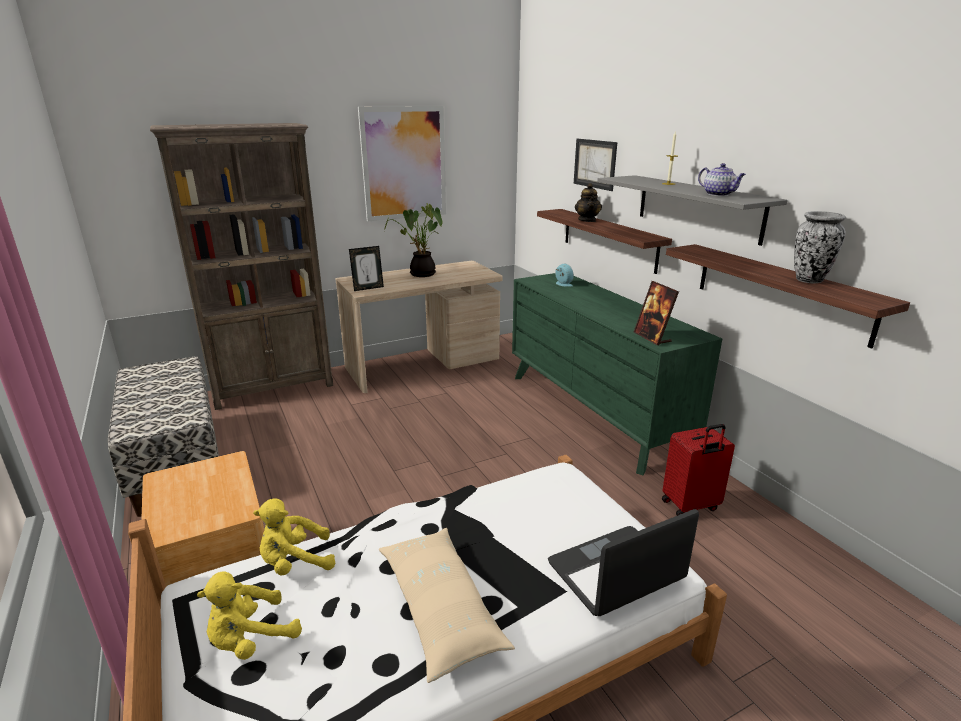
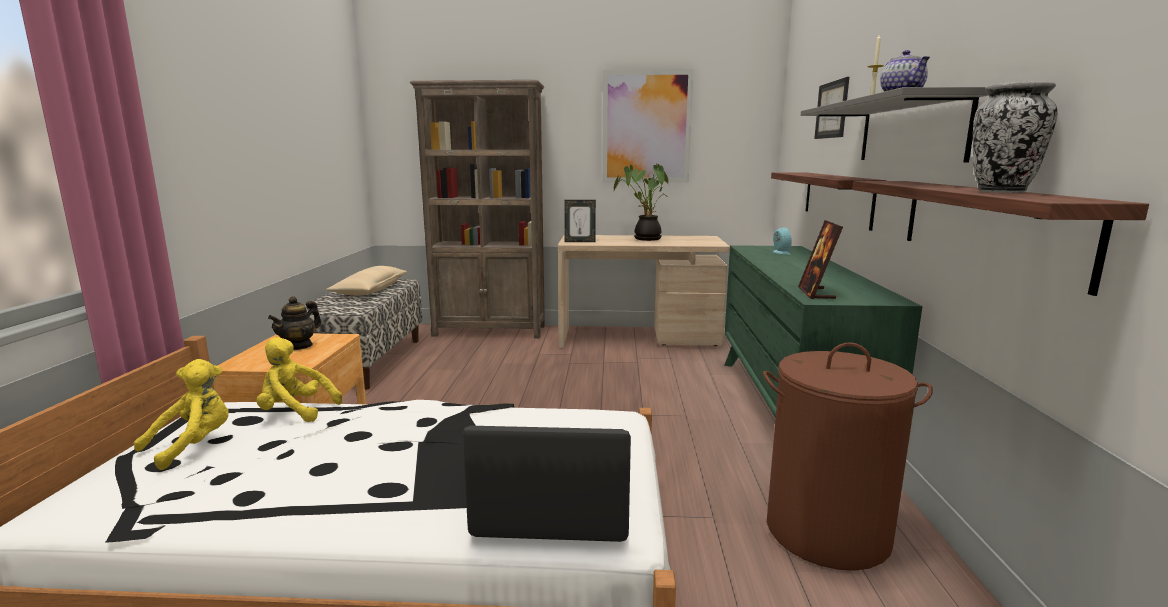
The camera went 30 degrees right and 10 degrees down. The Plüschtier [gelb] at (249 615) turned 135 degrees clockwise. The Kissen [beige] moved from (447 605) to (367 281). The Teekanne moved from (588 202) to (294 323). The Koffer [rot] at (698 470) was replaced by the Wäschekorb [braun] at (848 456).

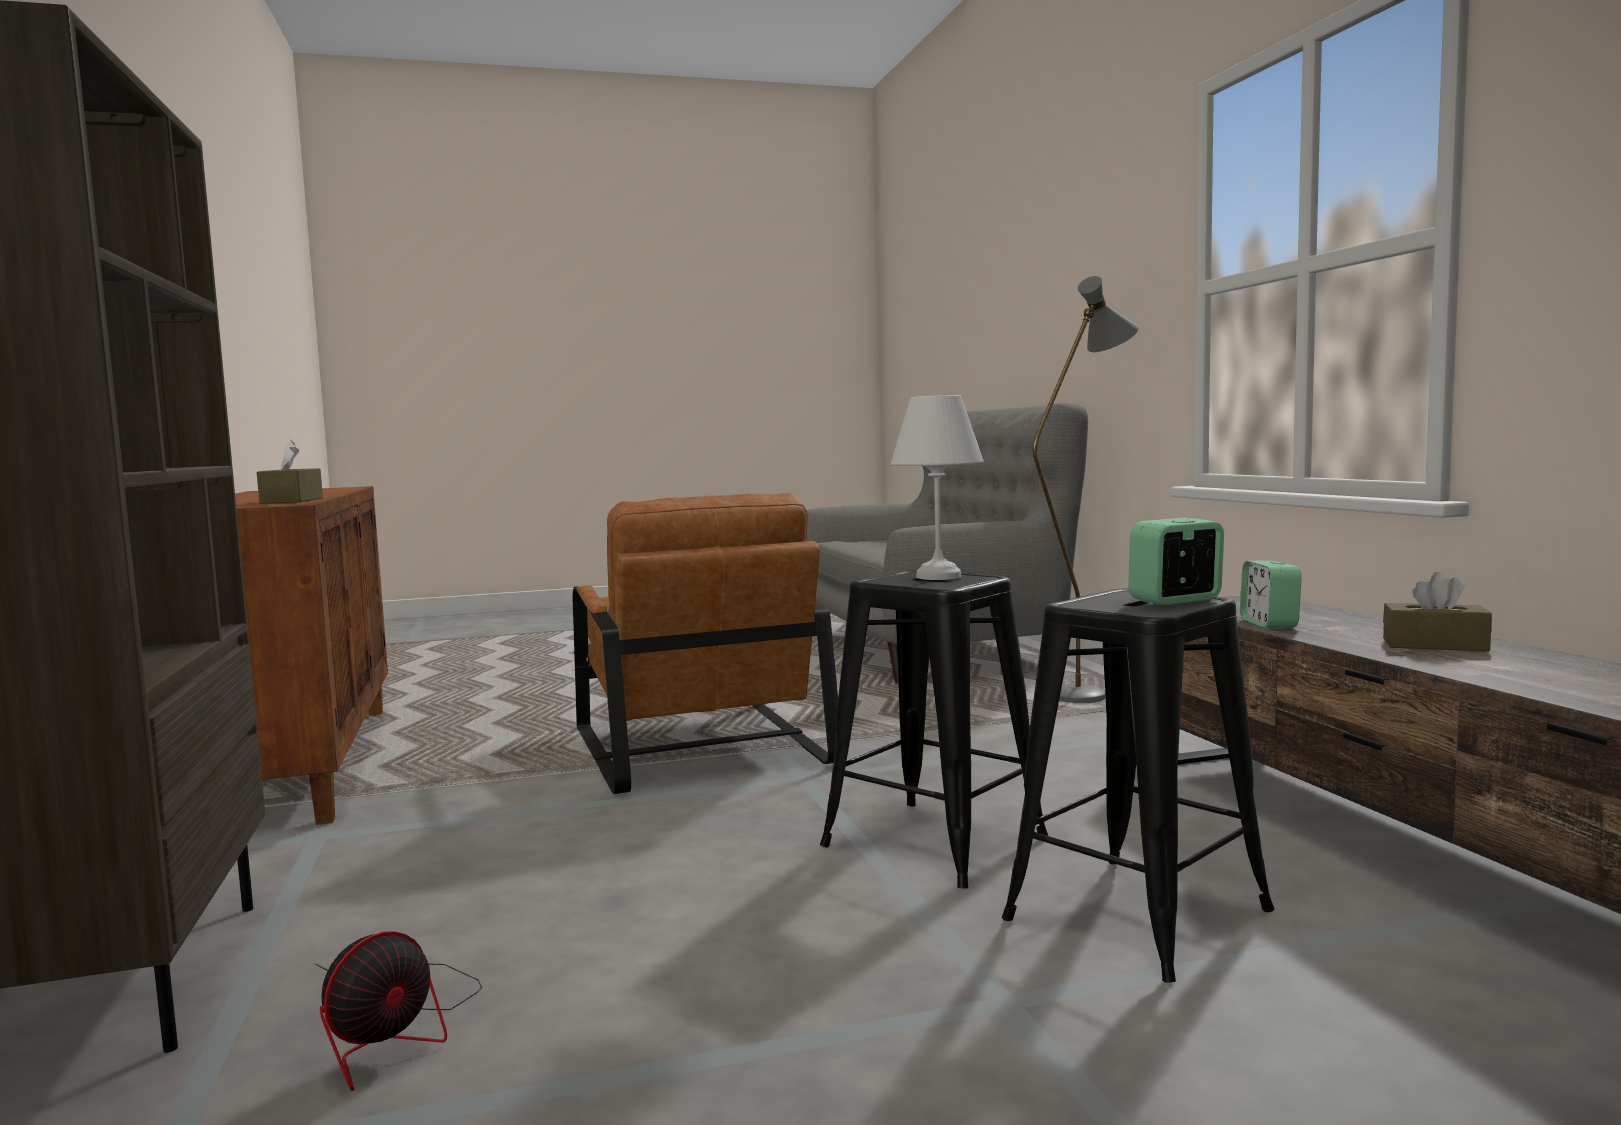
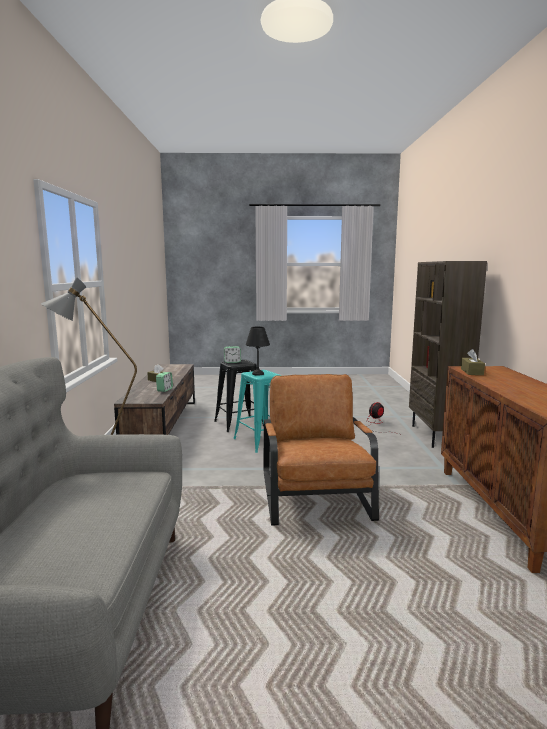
The camera went 165 degrees left and 5 degrees up. The Hocker [schwarz] at (934 729) became the Hocker [türkis] at (257 411). The Tischlampe [weiß] at (937 487) became the Tischlampe [schwarz] at (258 351).

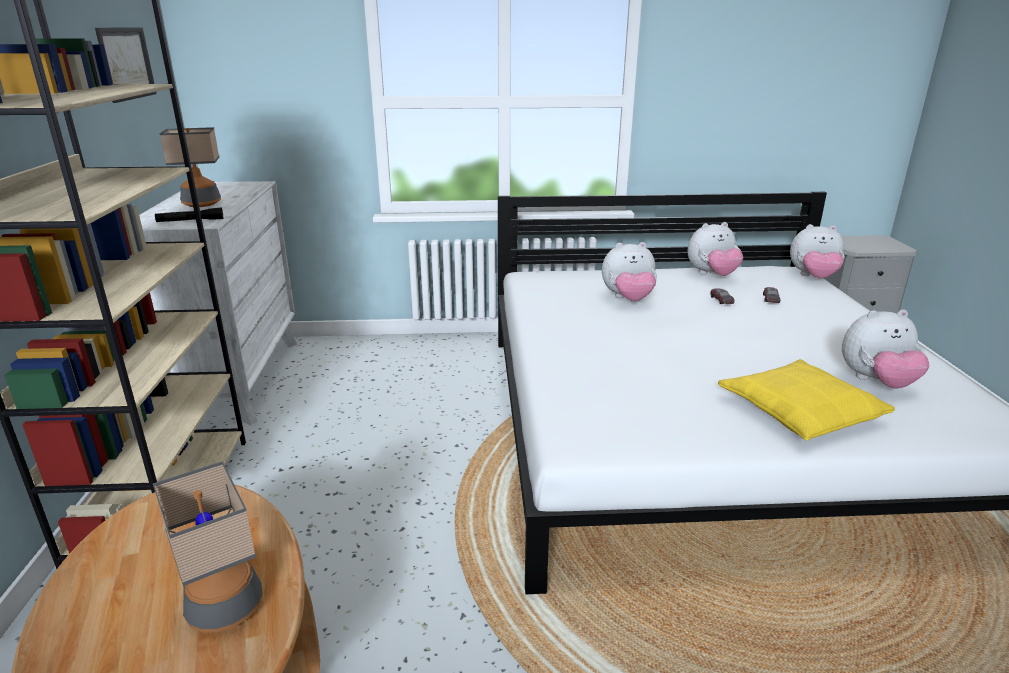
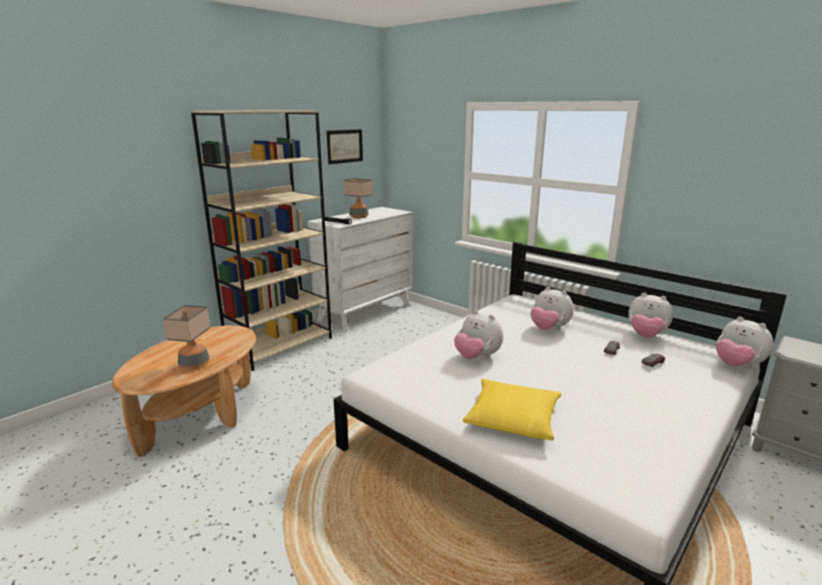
The camera went 45 degrees right and 5 degrees down. The Plüschtier moved from (885 349) to (478 334).

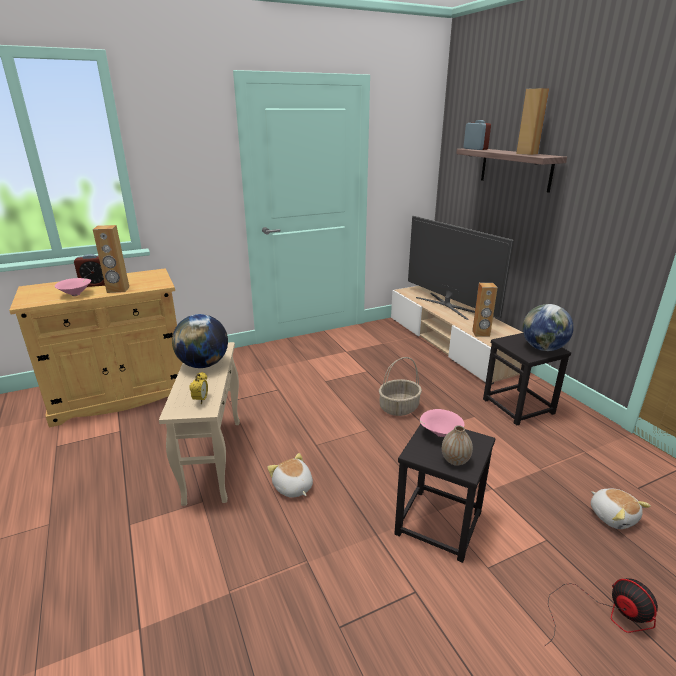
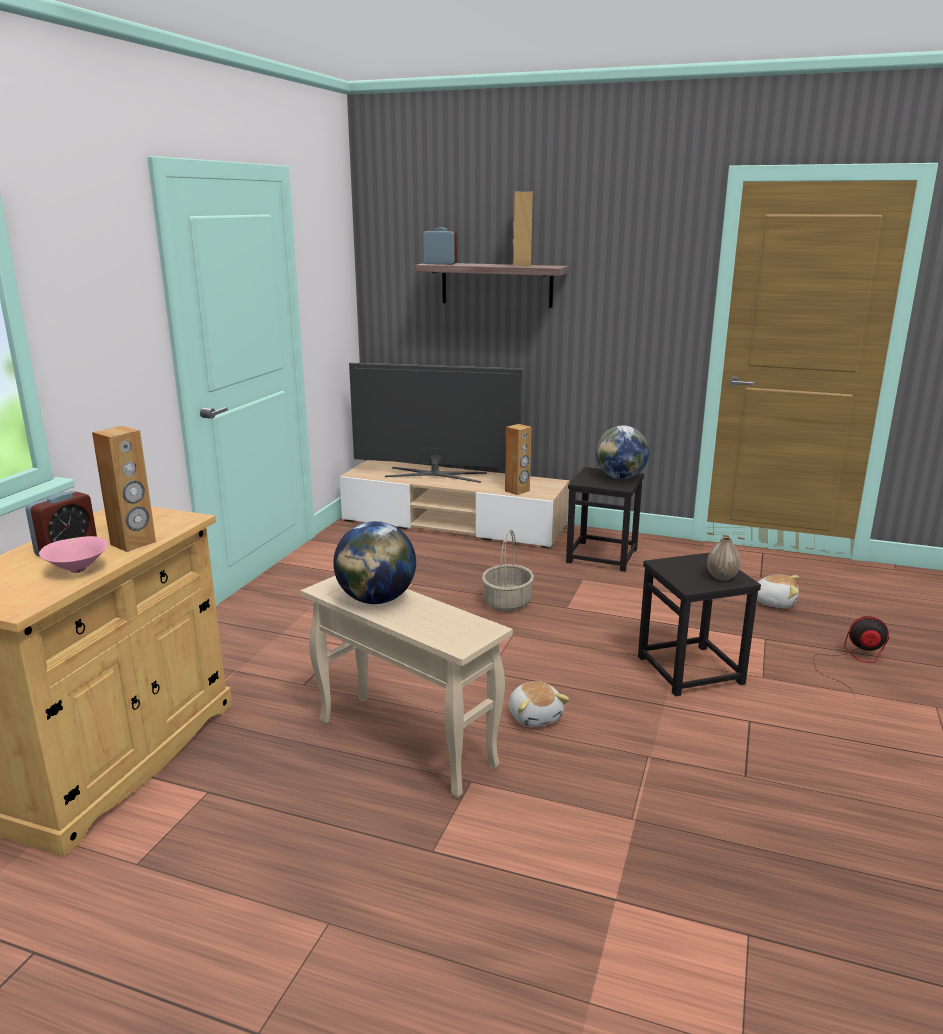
The camera went 45 degrees left and 5 degrees down. The Wecker at (198 388) disappeared. The Plüschtier at (290 475) turned 120 degrees counterclockwise. The Schüssel [rosa] at (442 423) disappeared.

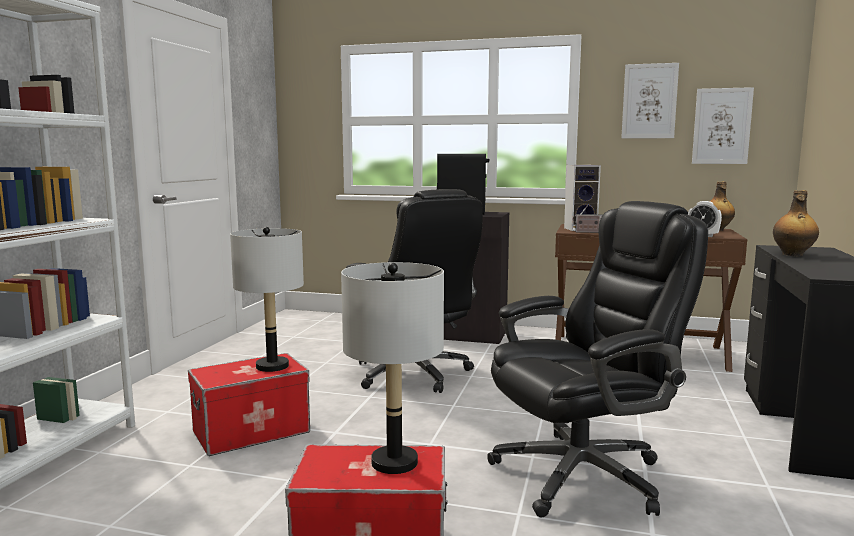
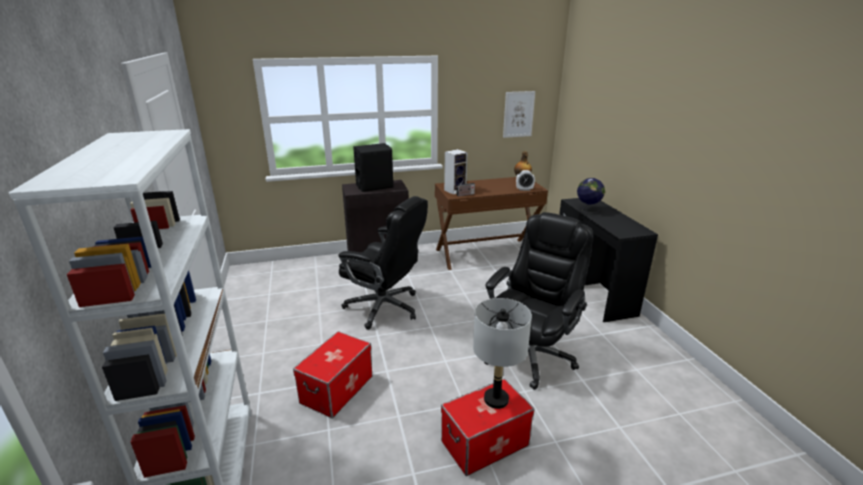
The camera went 30 degrees left and 15 degrees up. The Tischlampe [grau] at (267 299) disappeared. The Bild at (650 101) disappeared. The Flasche at (796 223) was replaced by the Globus at (591 195).

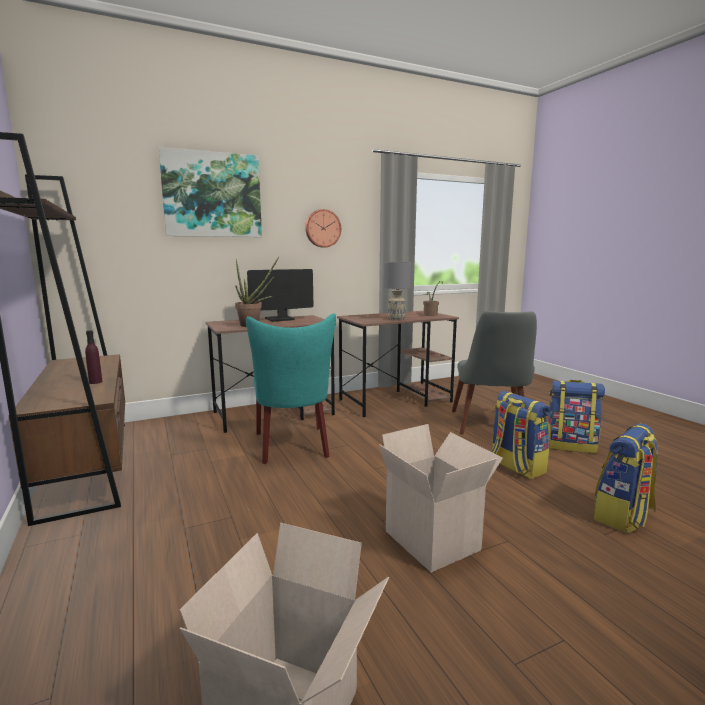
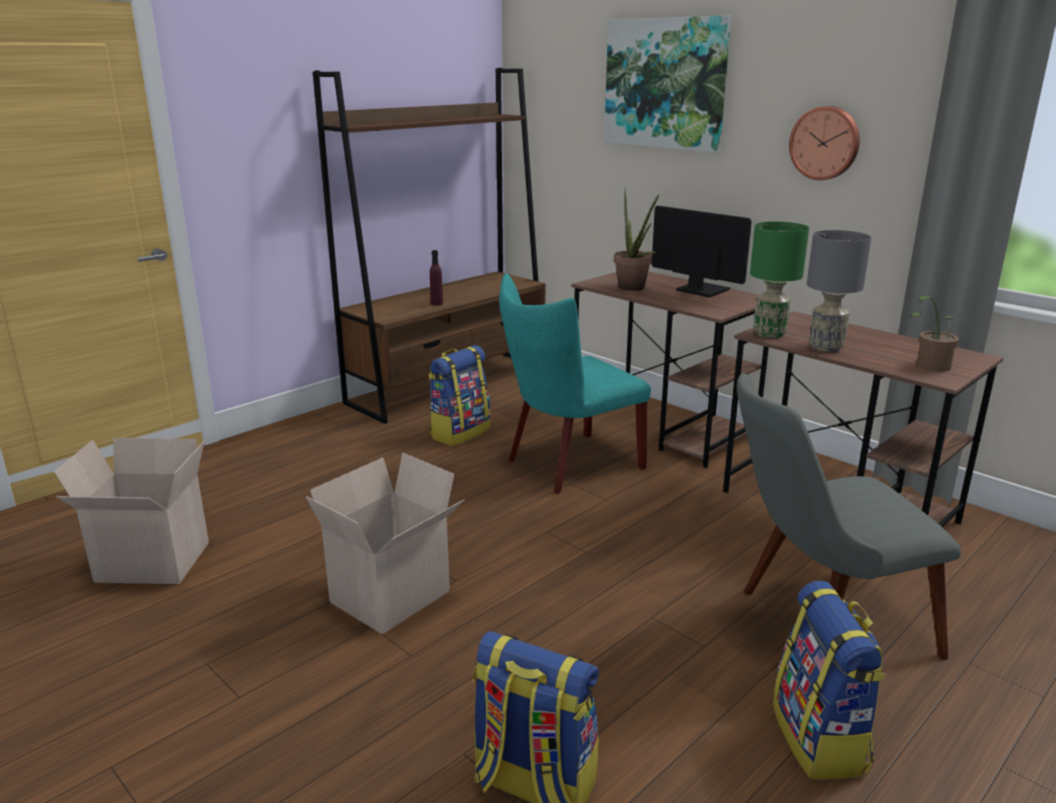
The camera went 70 degrees right and 10 degrees up. The Rucksack moved from (520 435) to (459 395). The Tischlampe [grün] at (779 279) appeared.

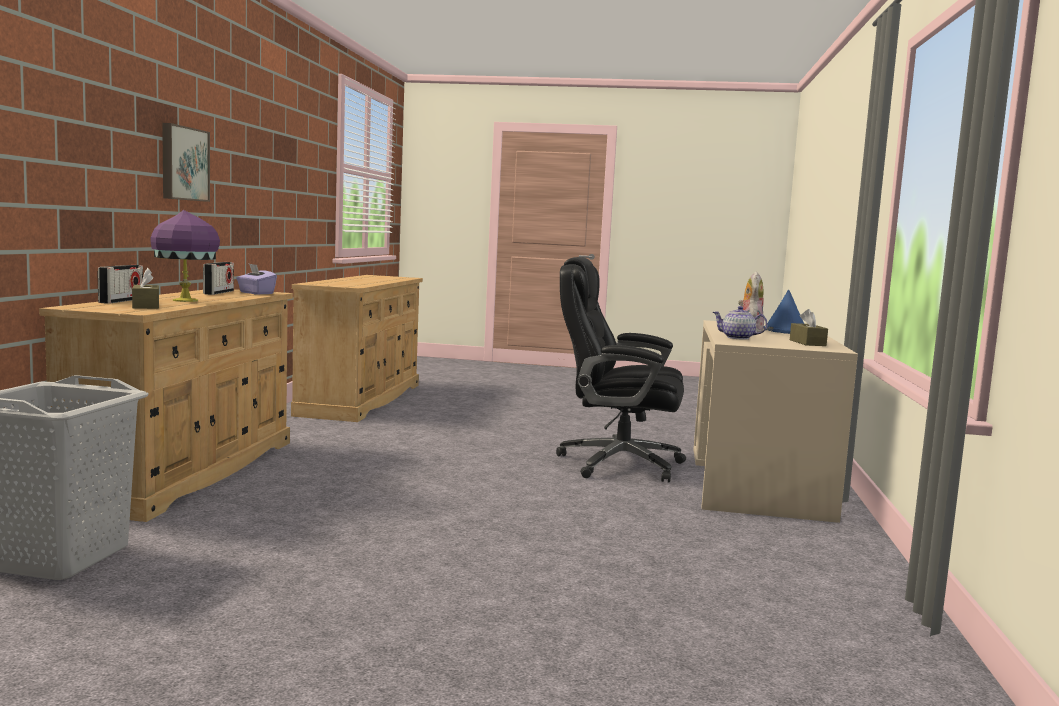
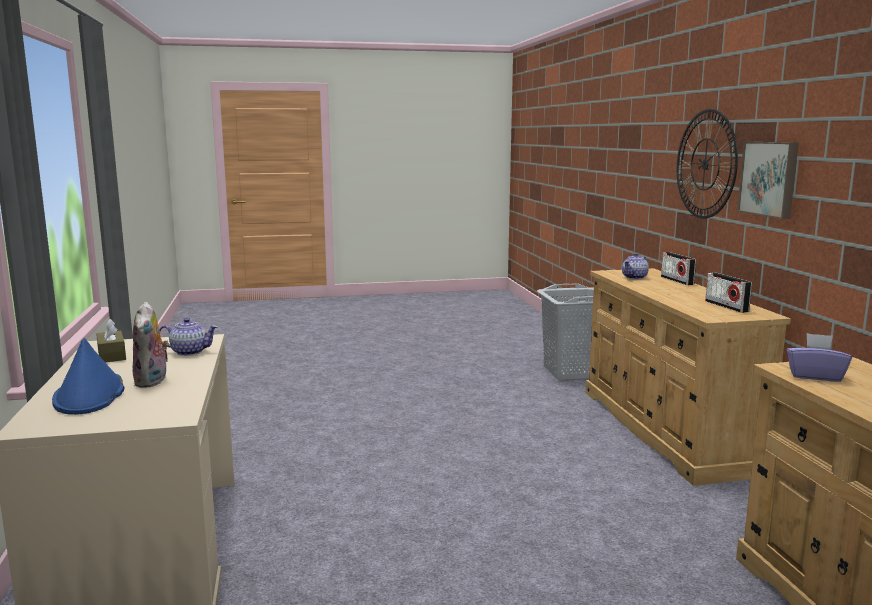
The camera went 160 degrees right and 5 degrees up. The Taschentuchbox [braun] at (145 288) was replaced by the Teekanne at (635 266). The Tischlampe [lila] at (185 256) disappeared. The Taschentuchbox [lila] moved from (256 279) to (819 357). The Bürostuhl [schwarz] at (621 369) disappeared. The Wanduhr at (707 164) appeared.

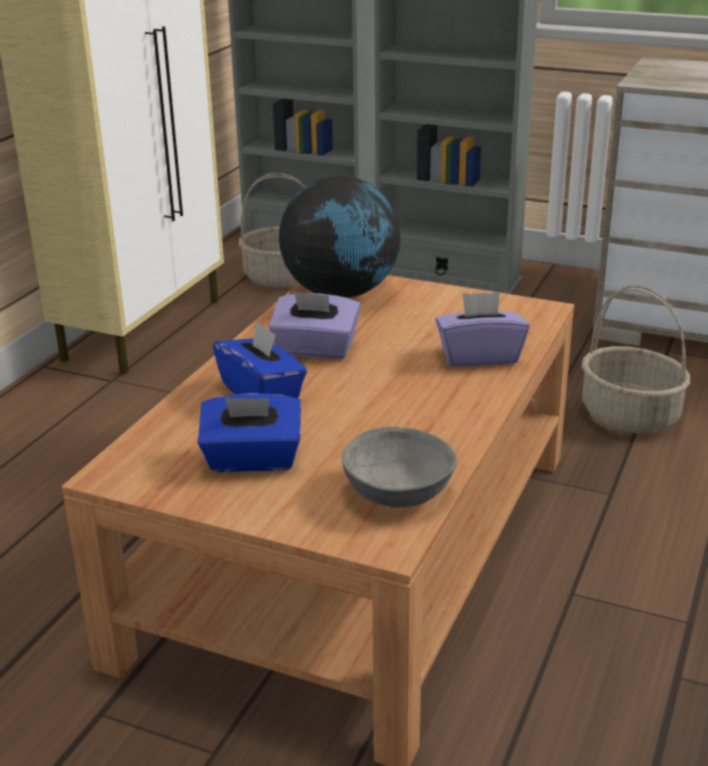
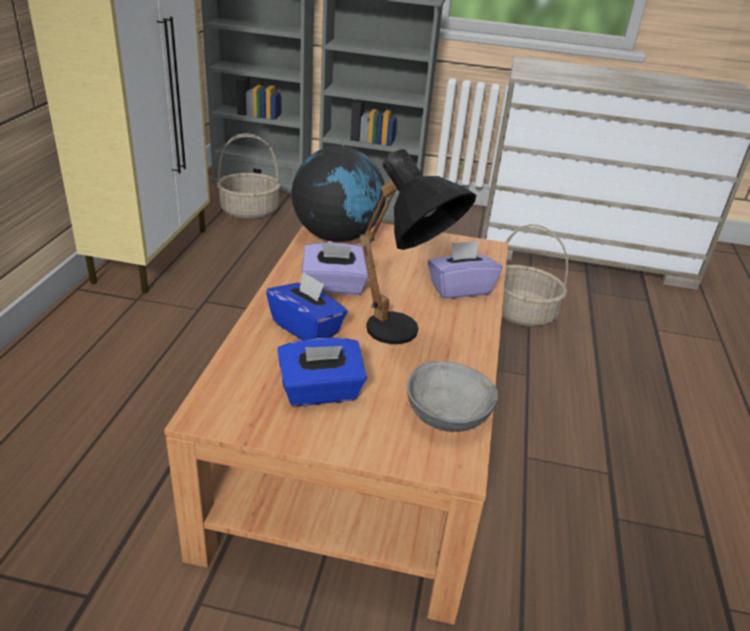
The camera went 15 degrees left and 5 degrees up. The Tischlampe [schwarz] at (418 246) appeared.

